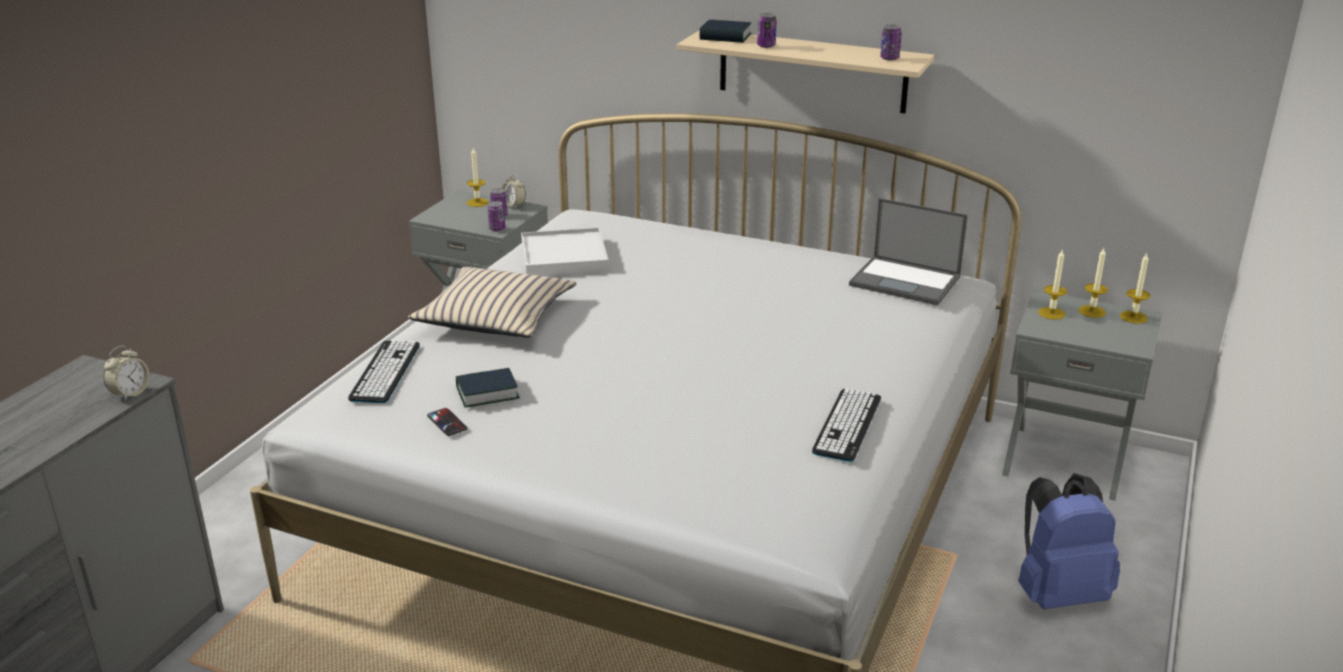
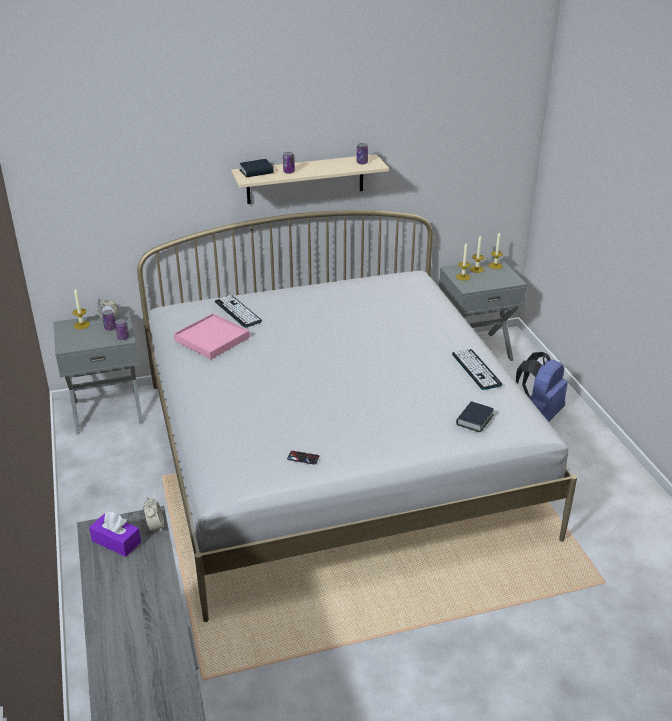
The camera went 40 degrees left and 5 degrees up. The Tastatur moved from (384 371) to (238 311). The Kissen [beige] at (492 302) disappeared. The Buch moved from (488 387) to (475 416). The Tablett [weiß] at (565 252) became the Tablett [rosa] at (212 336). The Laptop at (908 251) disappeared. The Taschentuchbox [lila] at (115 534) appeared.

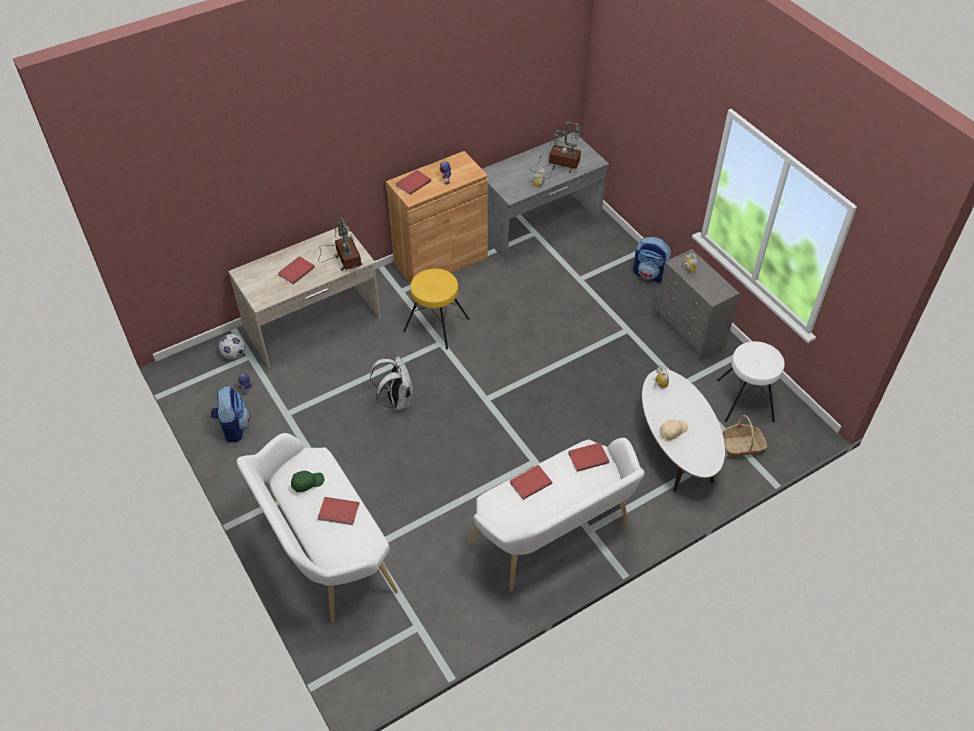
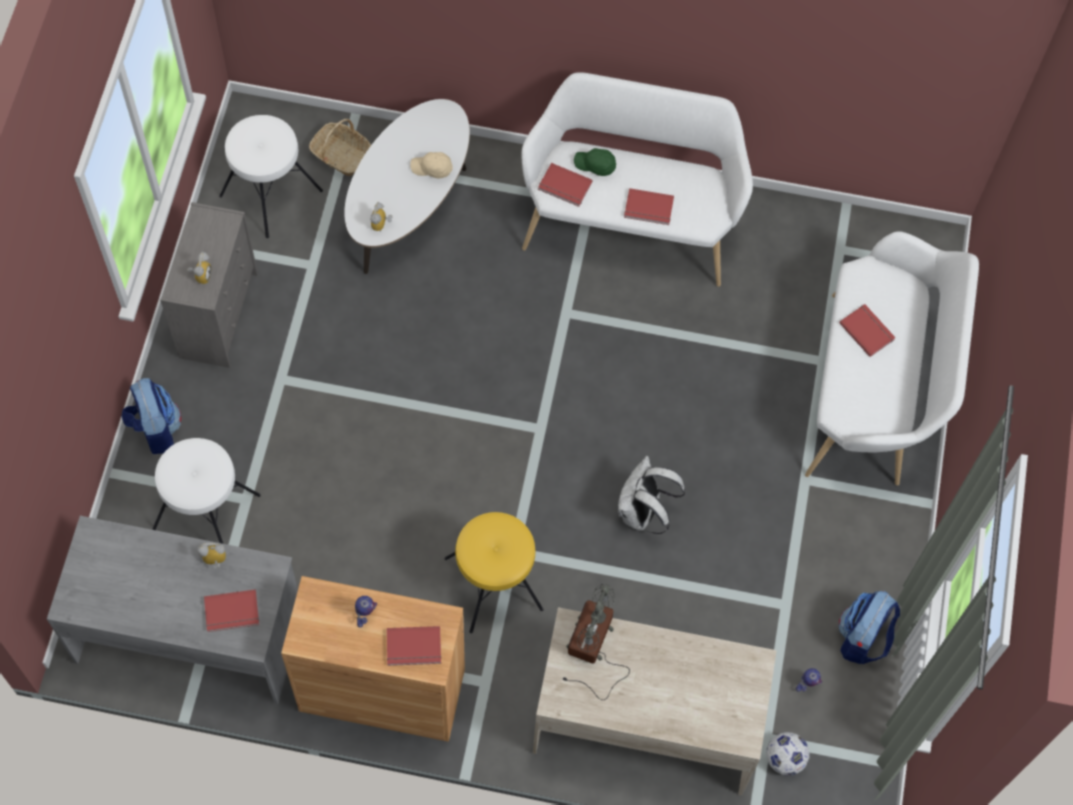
The camera went 140 degrees left and 15 degrees up. The Buch [rot] moved from (296 270) to (231 610). The Kappe [grün] moved from (308 481) to (595 162). The Tischlampe at (557 150) disappeared. The Hocker [weiß] at (206 491) appeared.

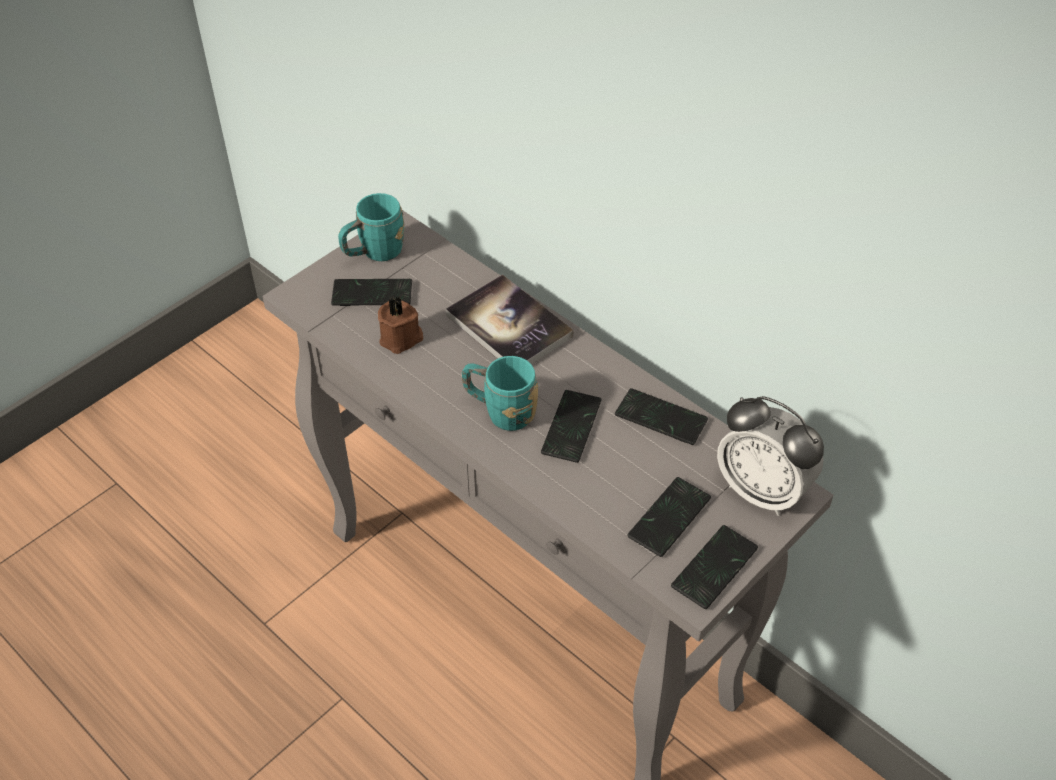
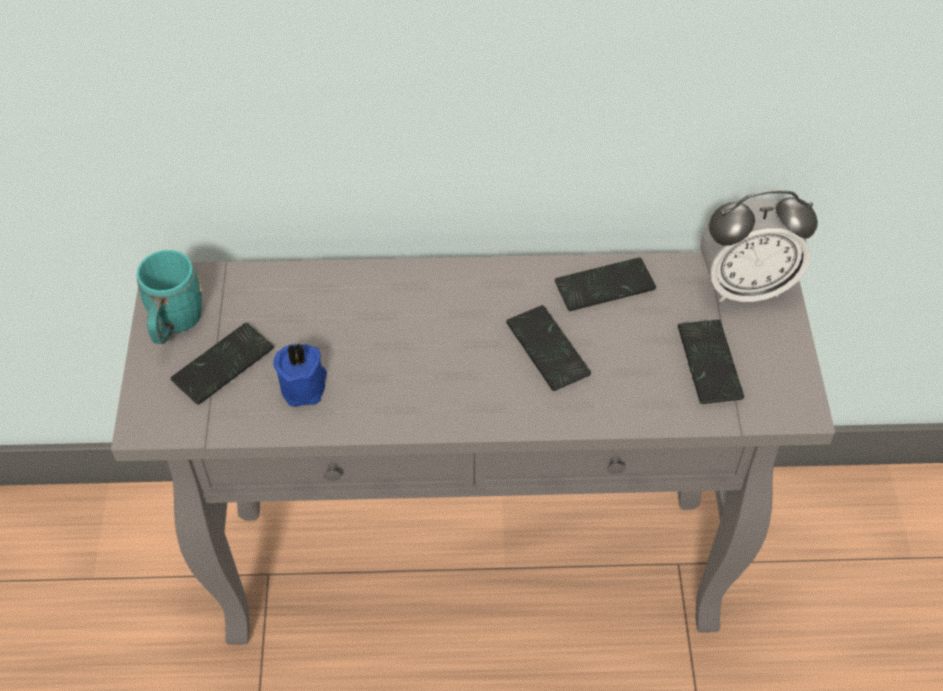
The camera went 45 degrees left and 5 degrees up. The Kerze [braun] at (400 325) became the Kerze [blau] at (300 375). The Buch at (509 319) disappeared. The Henkelbecher [türkis] at (500 393) disappeared. The Handy at (714 567) disappeared.

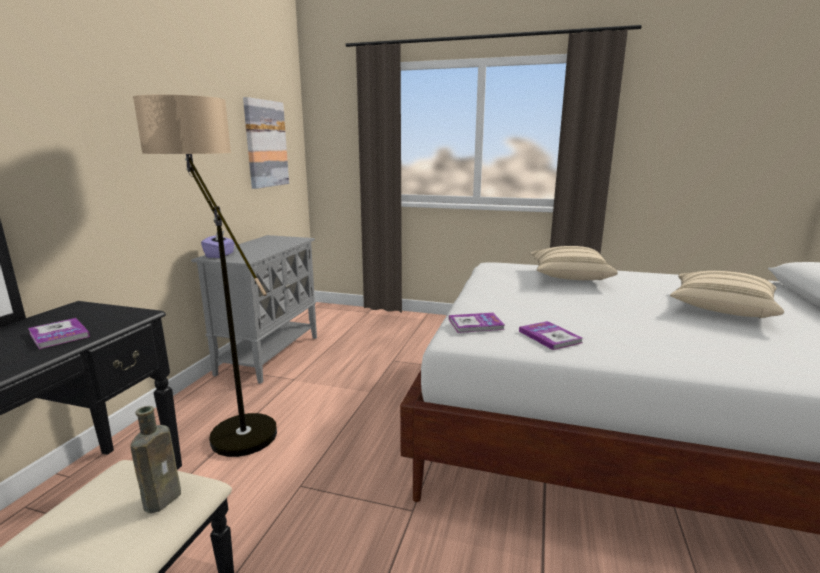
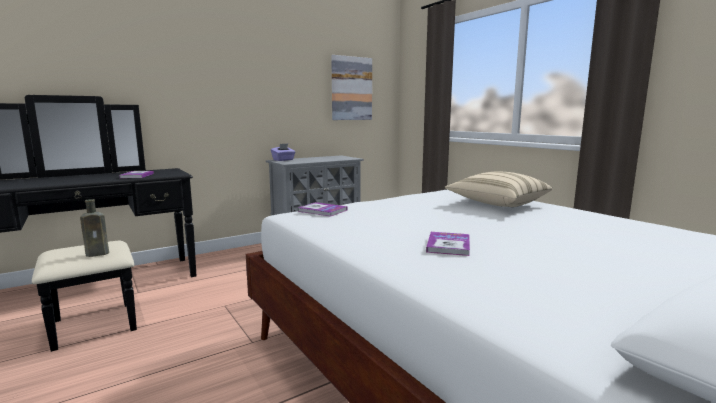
The camera went 40 degrees right and 5 degrees down. The Stehlampe at (205 276) disappeared. The Buch moved from (550 335) to (448 244). The Kissen [beige] at (727 294) disappeared.

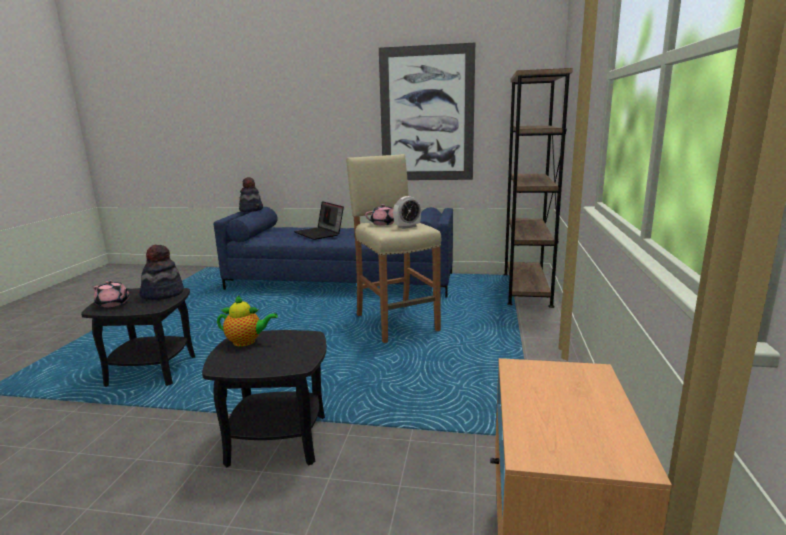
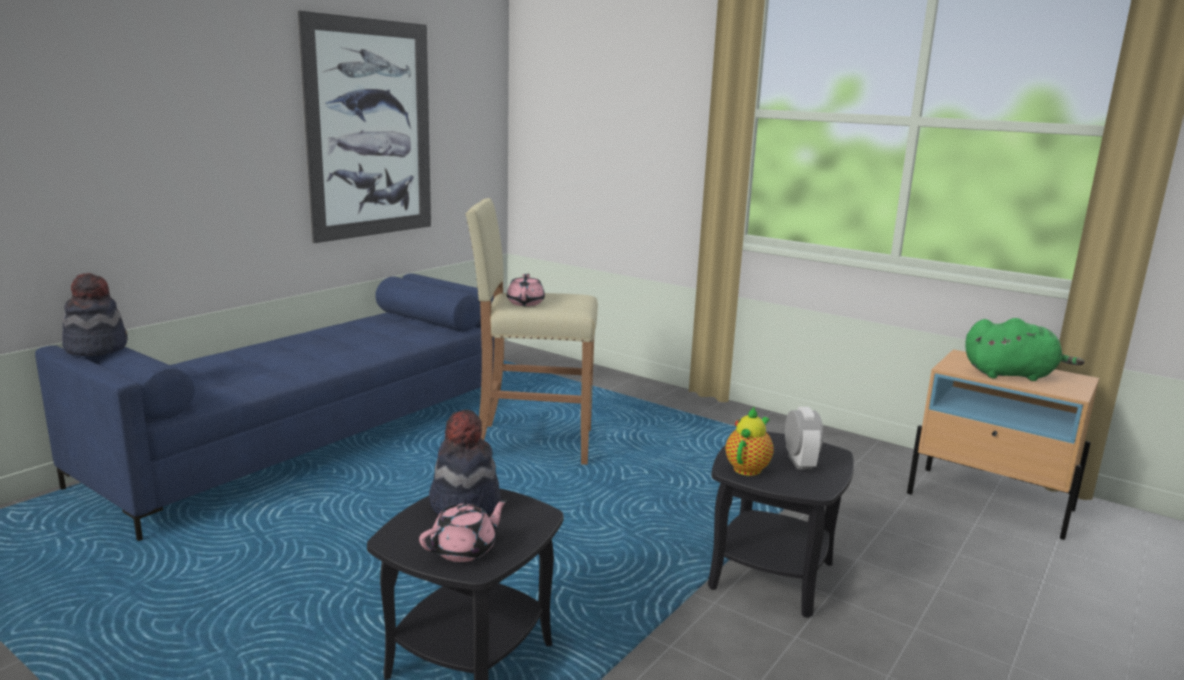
The camera went 65 degrees left and 0 degrees up. The Laptop at (319 220) disappeared. The Wecker moved from (407 212) to (804 438). The Bücherregal [braun] at (538 188) disappeared. The Plüschtier [grün] at (1025 349) appeared.

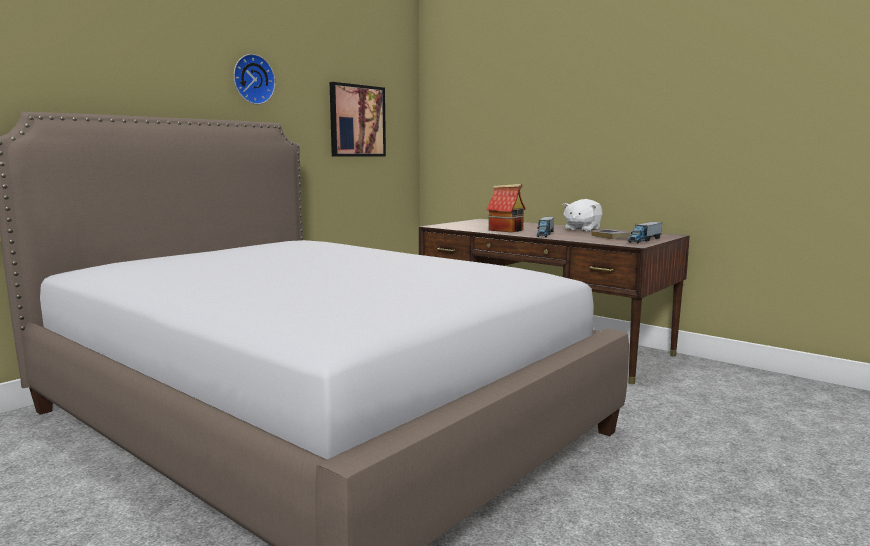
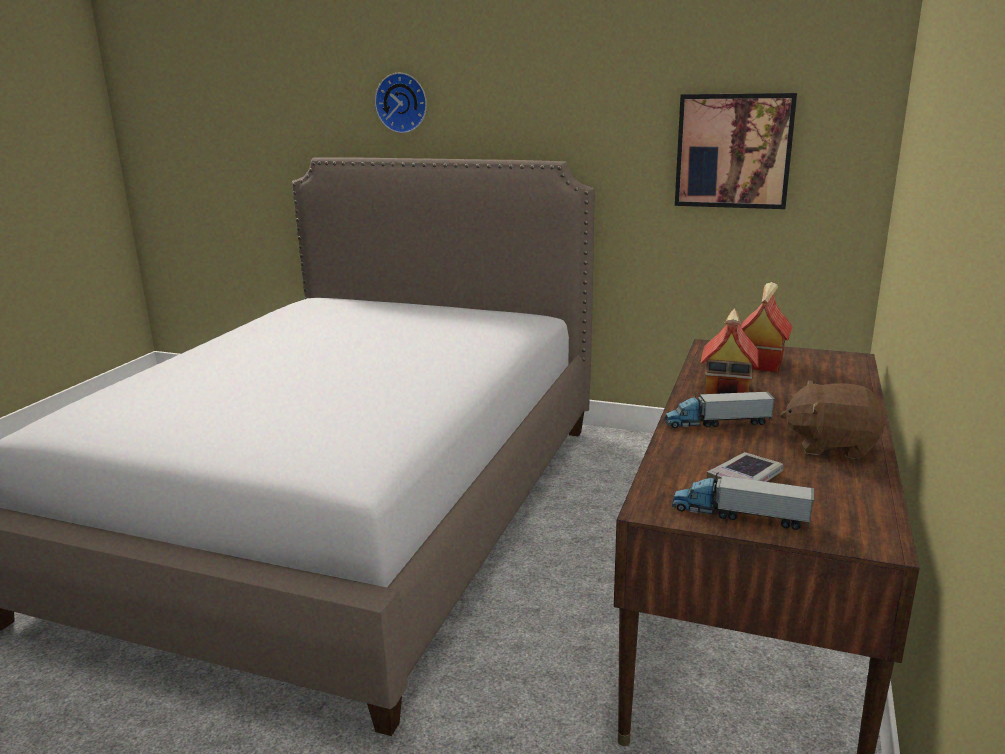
The camera went 70 degrees right and 10 degrees up. The Wanduhr moved from (254 79) to (401 103). The Plüschtier [weiß] at (583 215) became the Plüschtier [braun] at (832 419). The Spielzeughaus at (766 327) appeared.

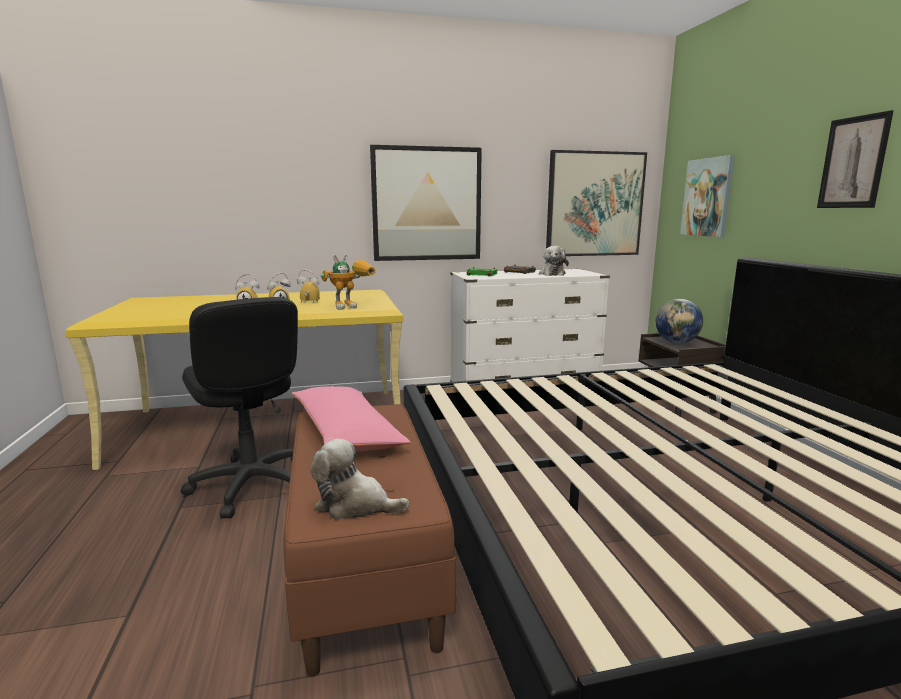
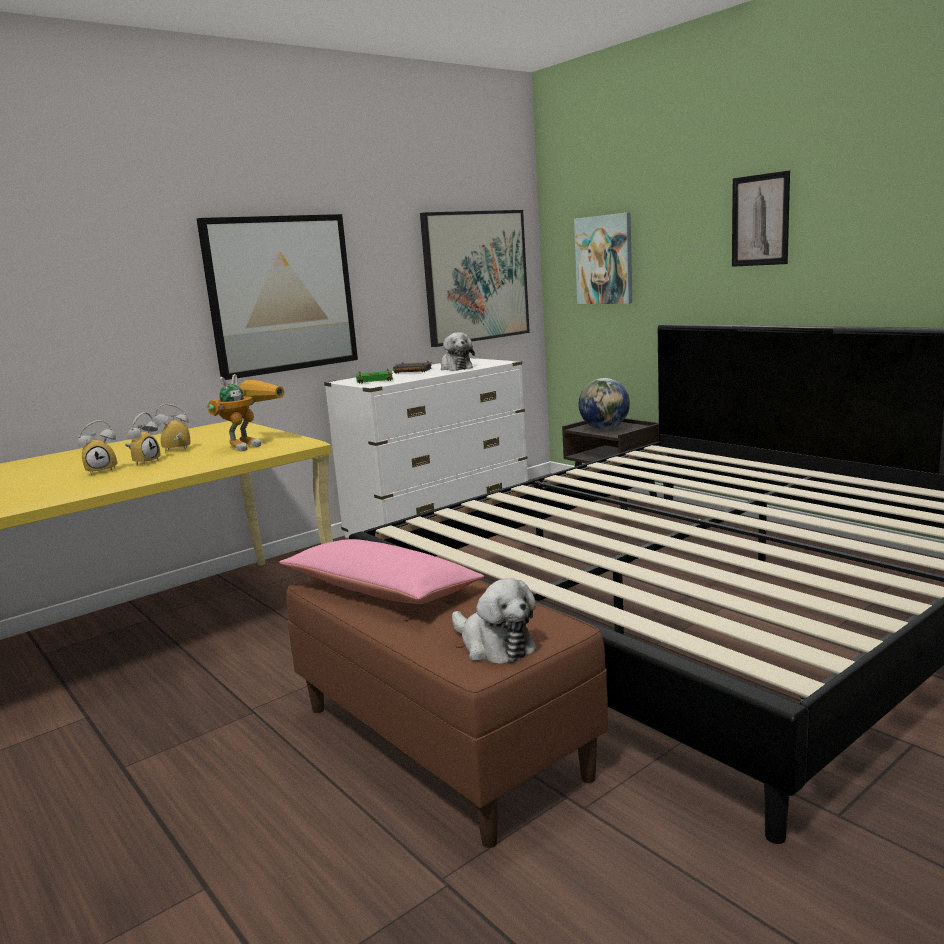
The camera went 25 degrees left and 0 degrees up. The Bürostuhl [schwarz] at (239 407) disappeared. The Plüschtier at (359 479) turned 120 degrees counterclockwise.

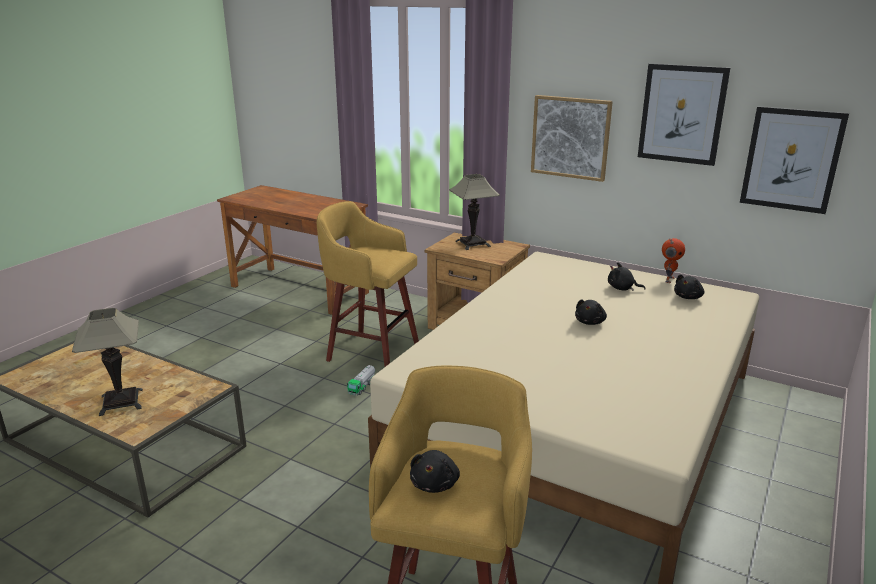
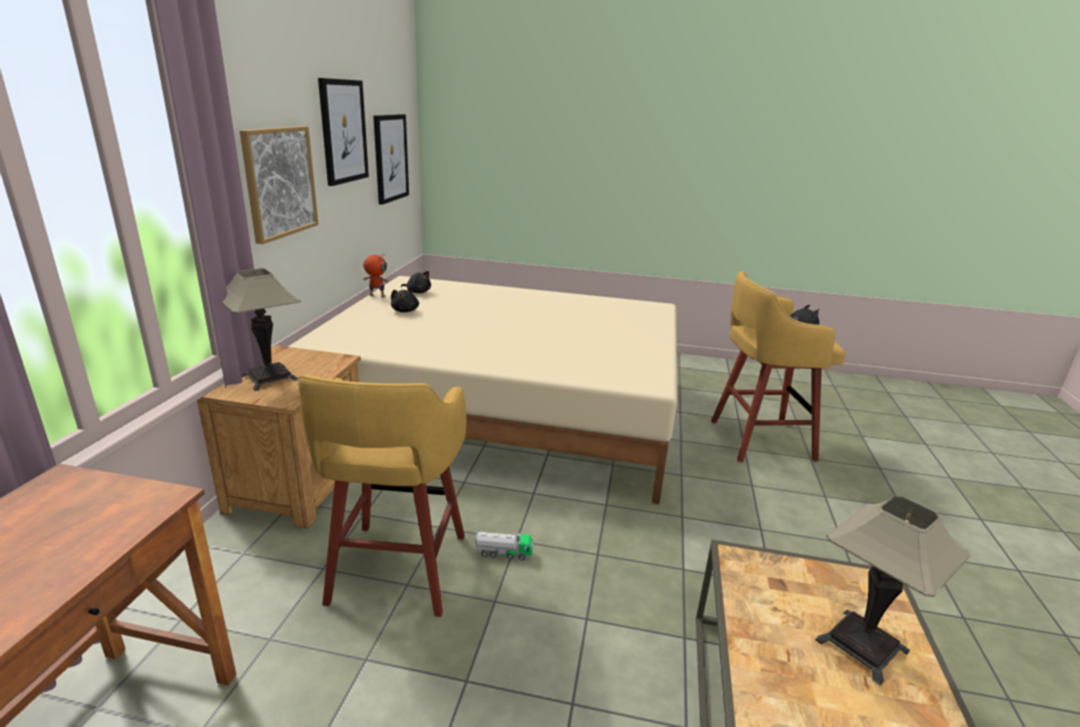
The camera went 110 degrees left and 0 degrees up. The Plüschtier [schwarz] at (591 312) disappeared.

